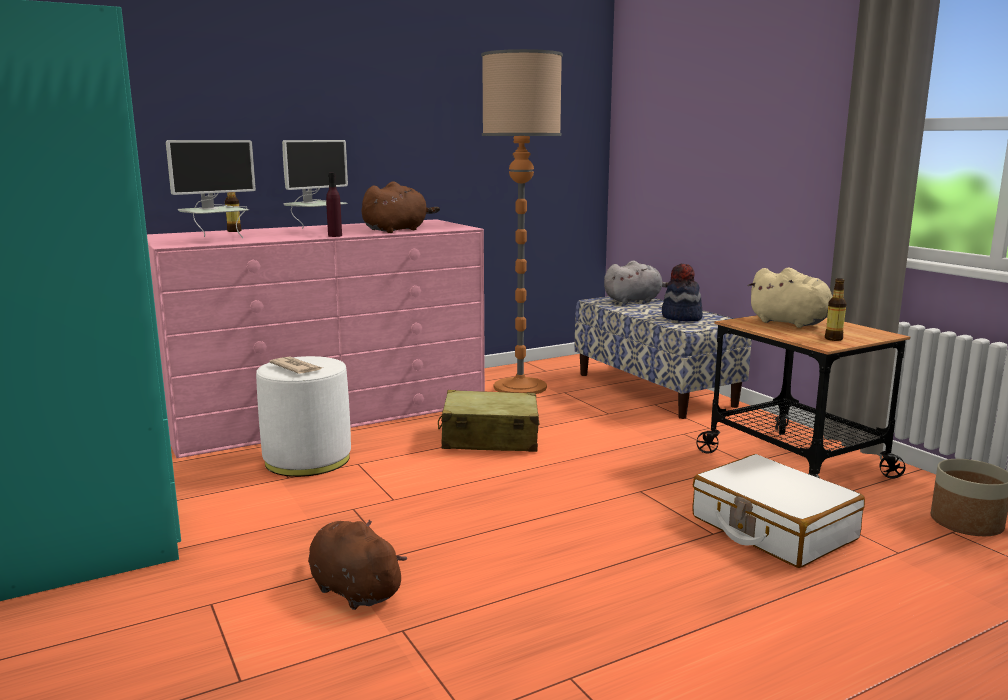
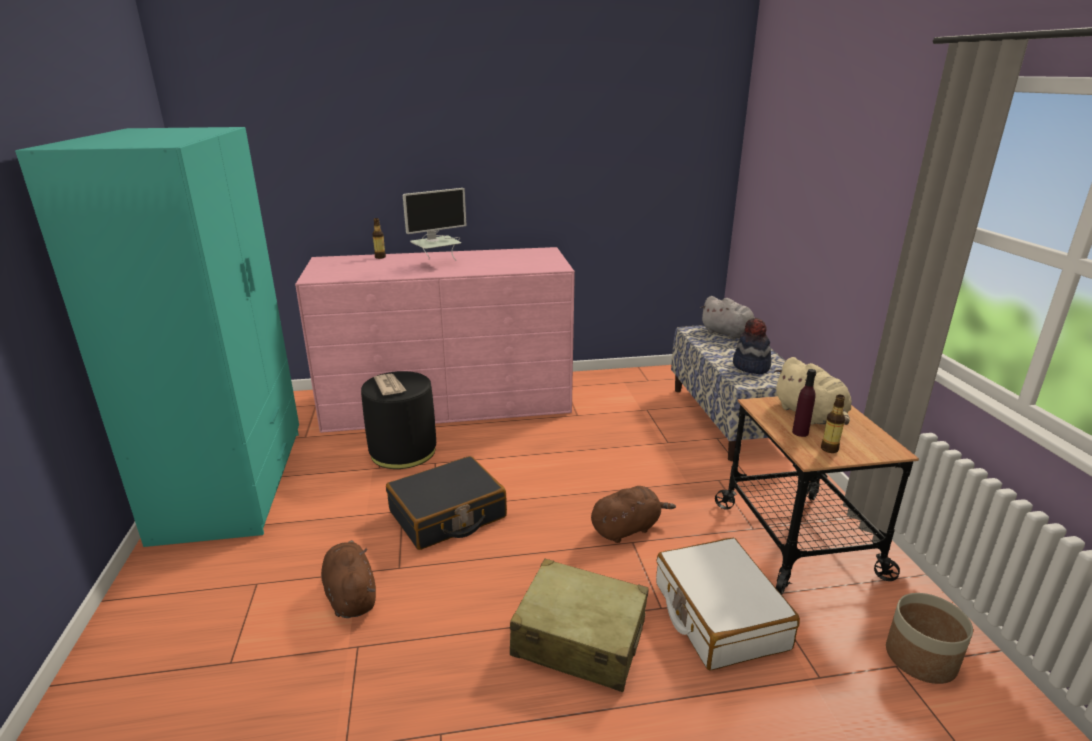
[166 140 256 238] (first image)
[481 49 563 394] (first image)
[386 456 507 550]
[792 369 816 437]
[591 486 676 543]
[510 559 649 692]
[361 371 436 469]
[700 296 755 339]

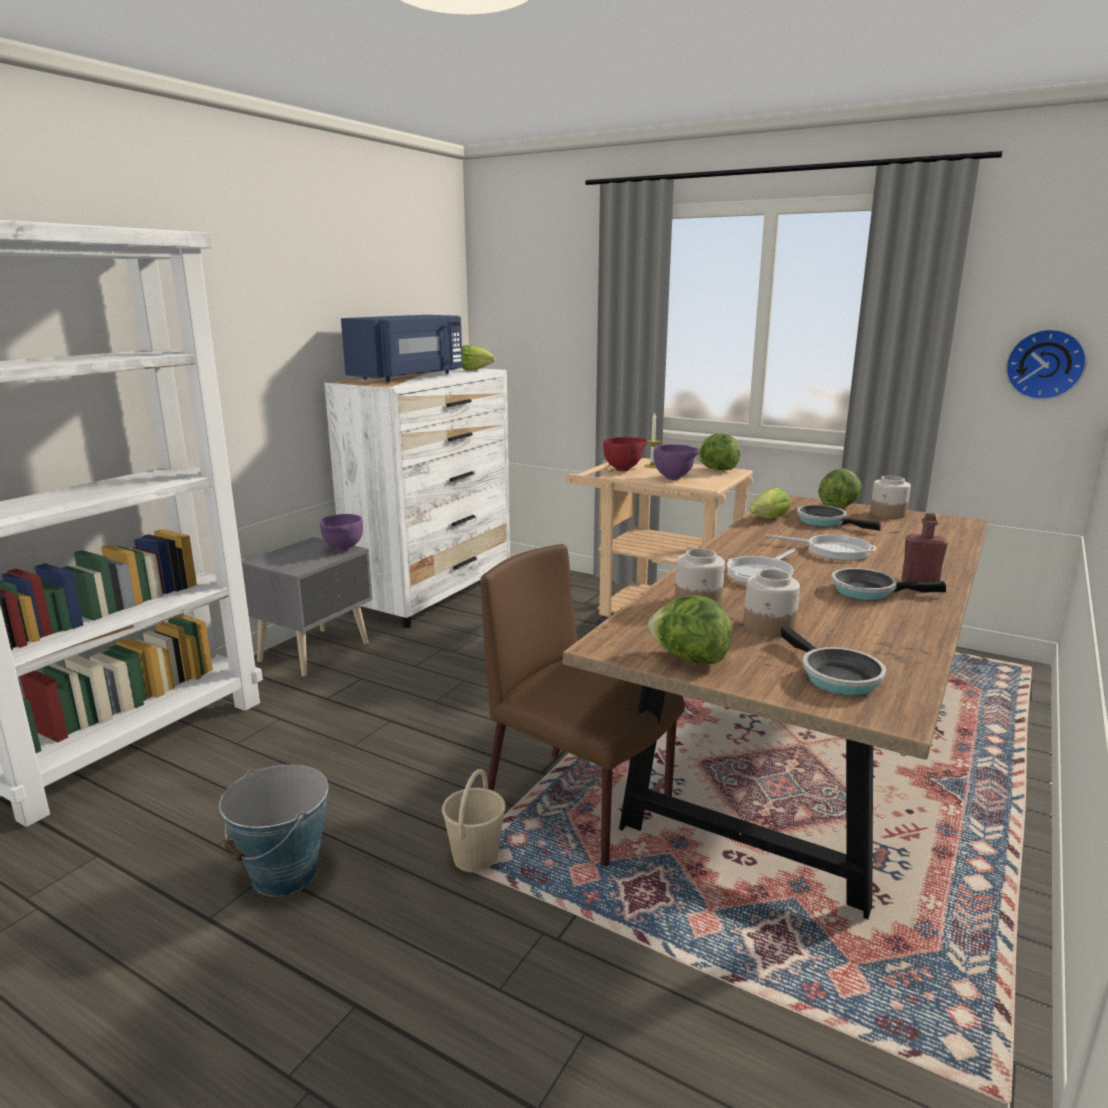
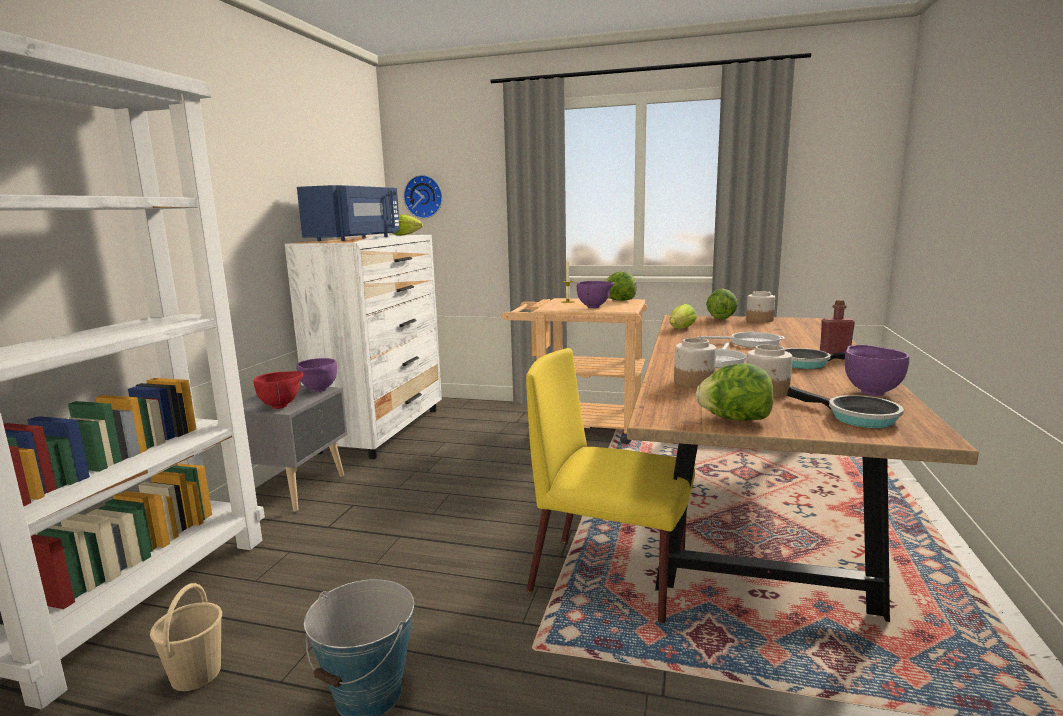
[797 505 881 531] (first image)
[845 345 909 396]
[150 583 222 691]
[254 371 303 409]
[403 175 442 219]
[526 348 695 623]

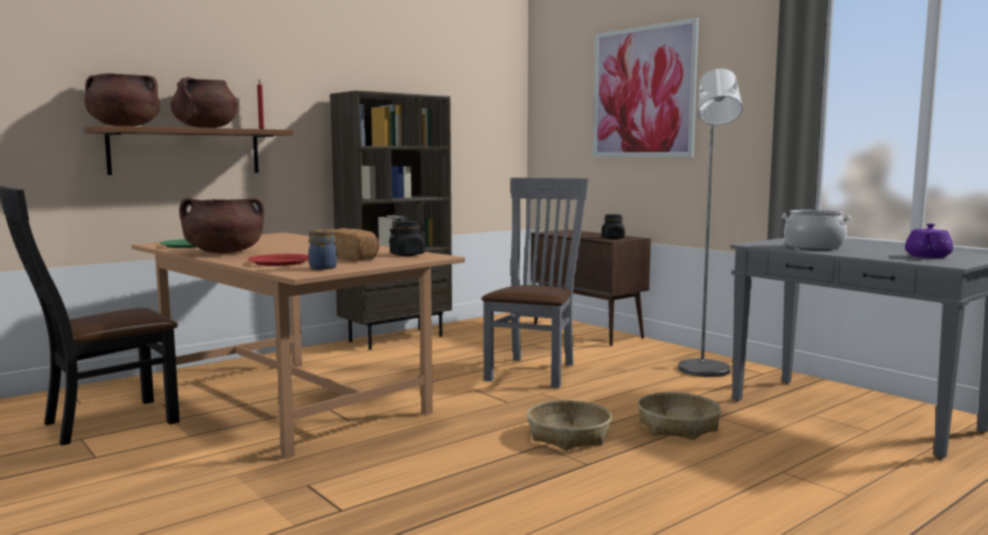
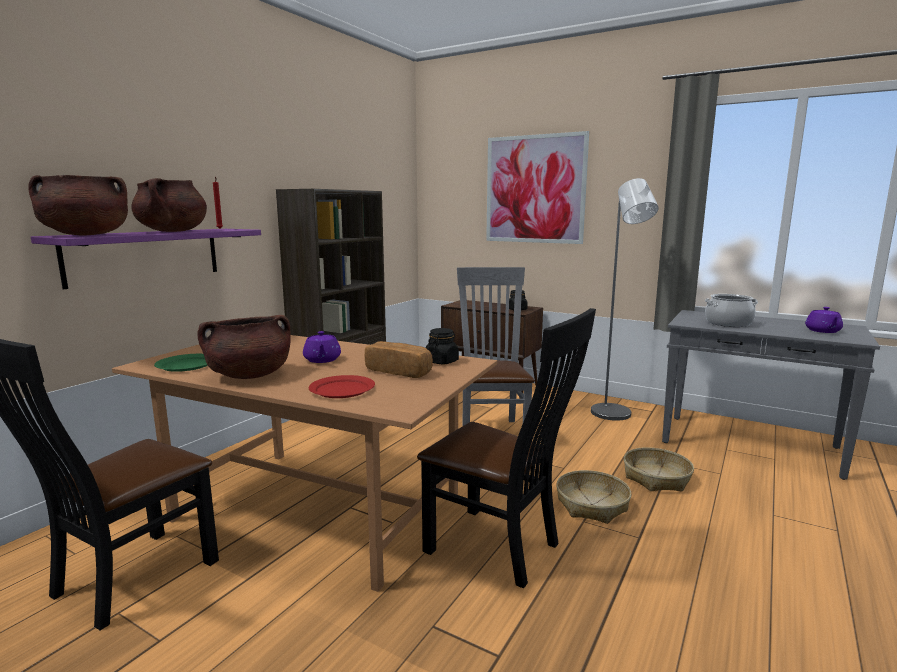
[309 229 337 270] (first image)
[303 331 341 363]
[417 308 596 589]
[31 229 261 290]

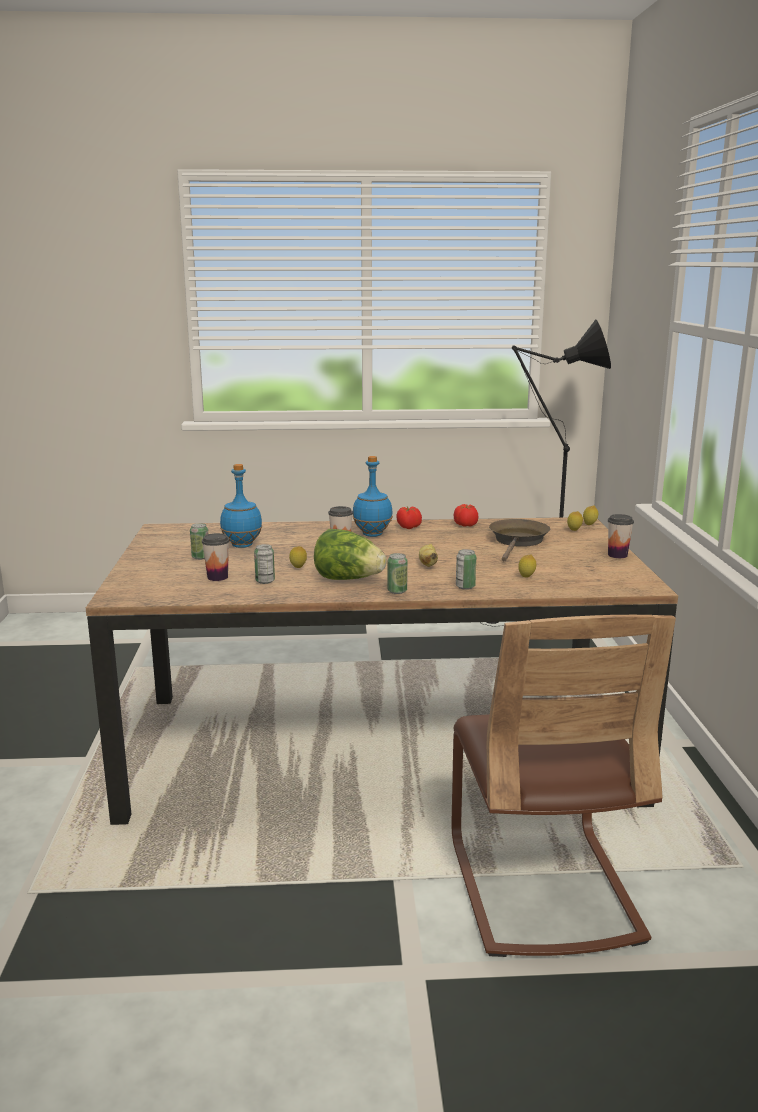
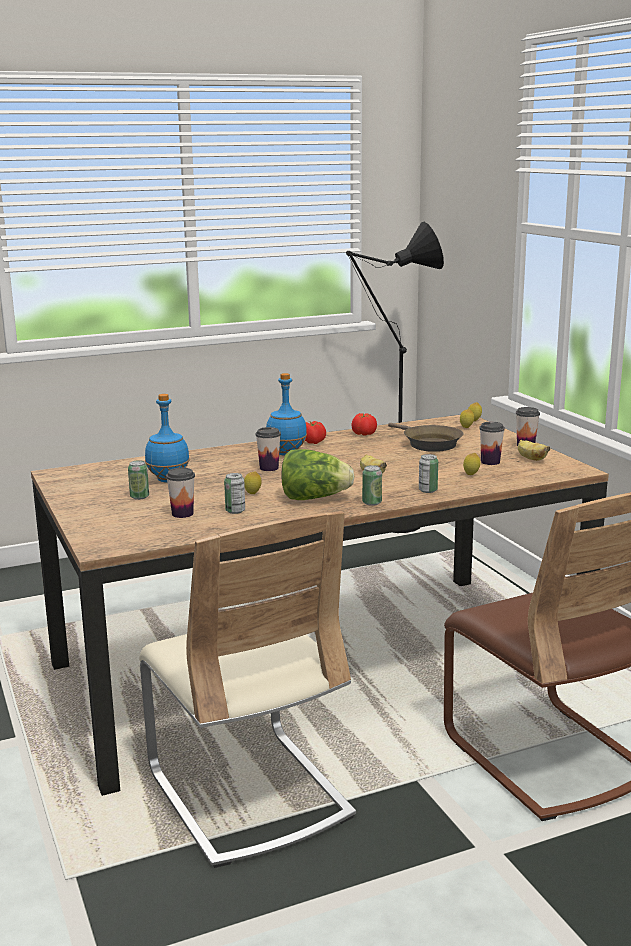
[139 511 356 868]
[479 422 505 465]
[518 440 550 461]
[388 423 464 452]

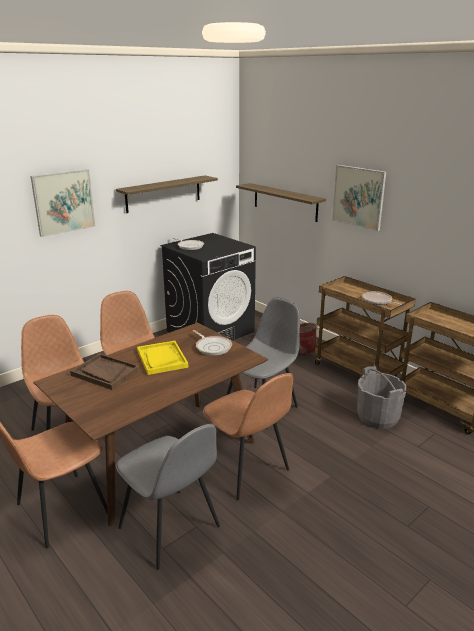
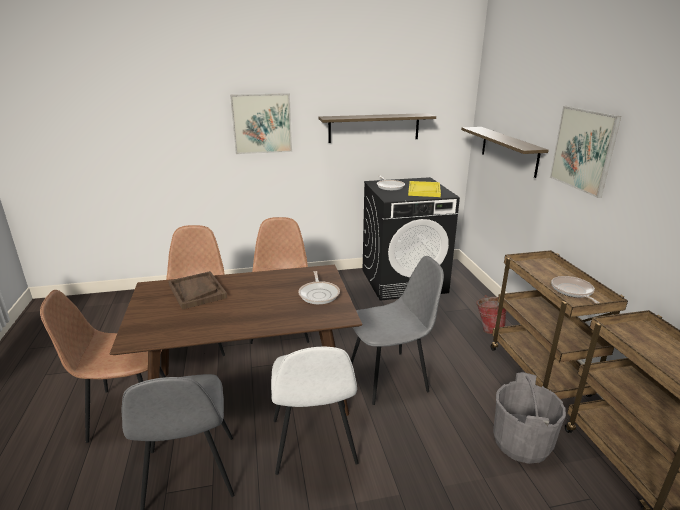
[408 181 441 197]
[271 347 359 475]

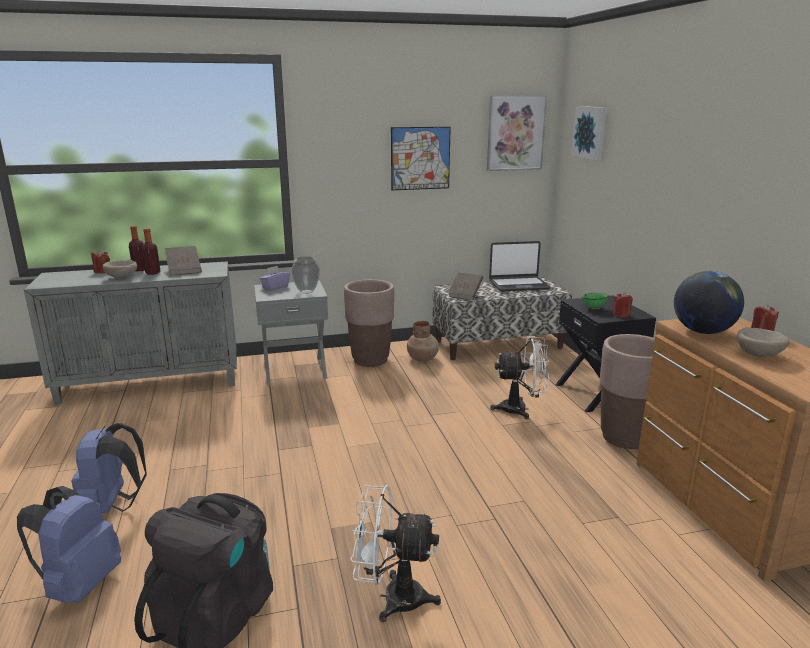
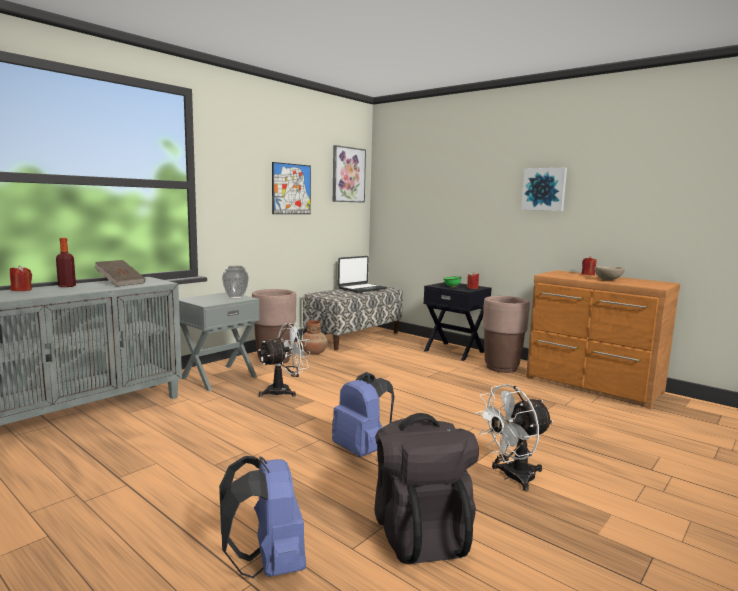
[103 260 137 278] (first image)
[142 228 161 275] (first image)
[259 266 290 290] (first image)
[448 272 483 300] (first image)
[674 271 744 334] (first image)
[332 372 394 457]
[259 323 311 397]
[521 168 567 211]

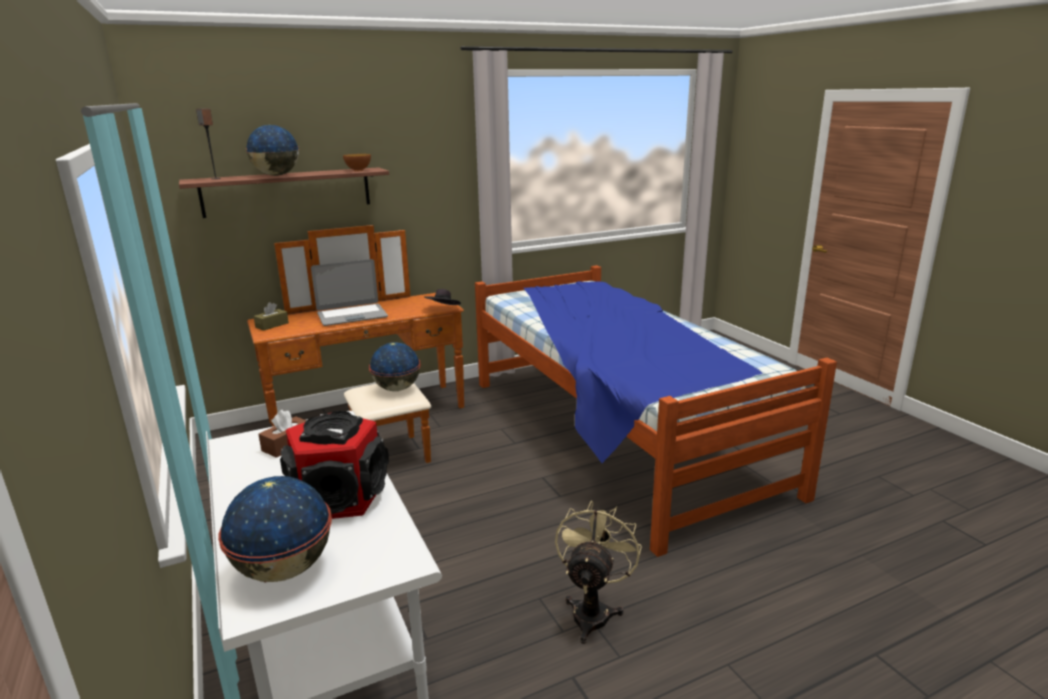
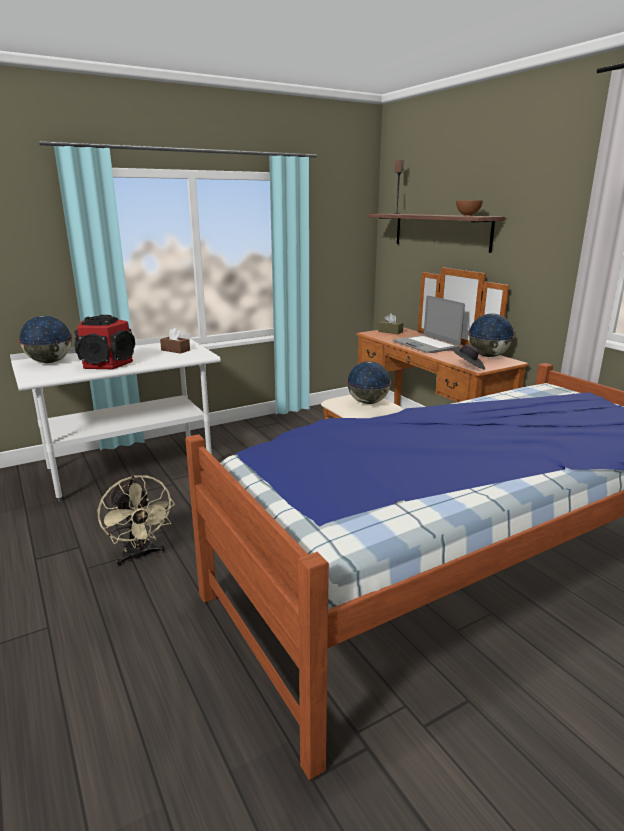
[468 314 515 357]
[98 475 175 566]

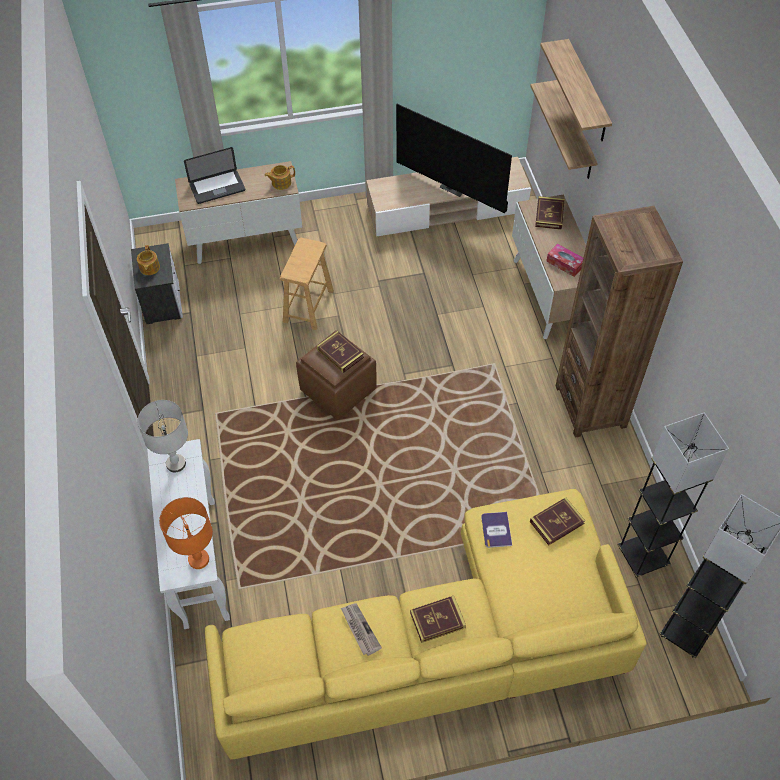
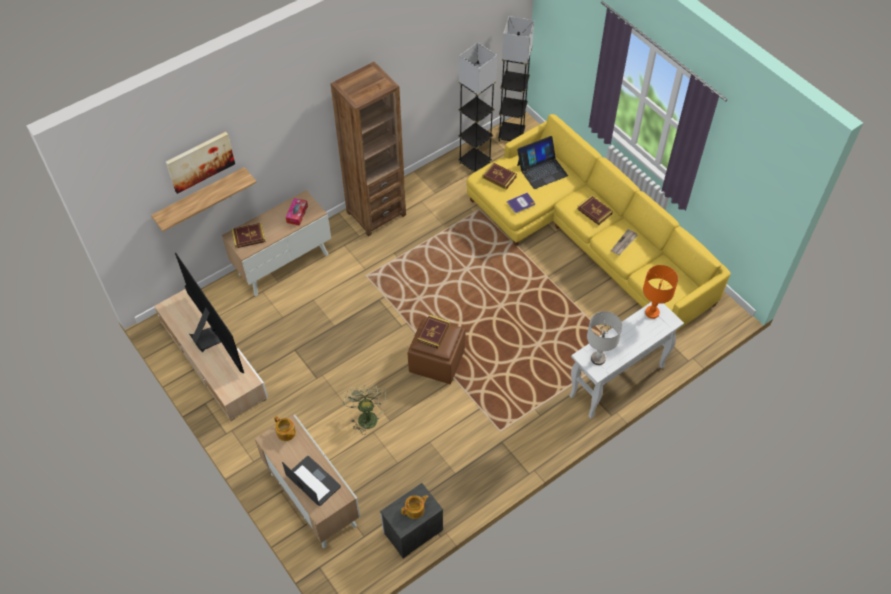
[517 136 568 189]
[343 385 387 435]
[166 132 235 194]
[175 253 244 373]

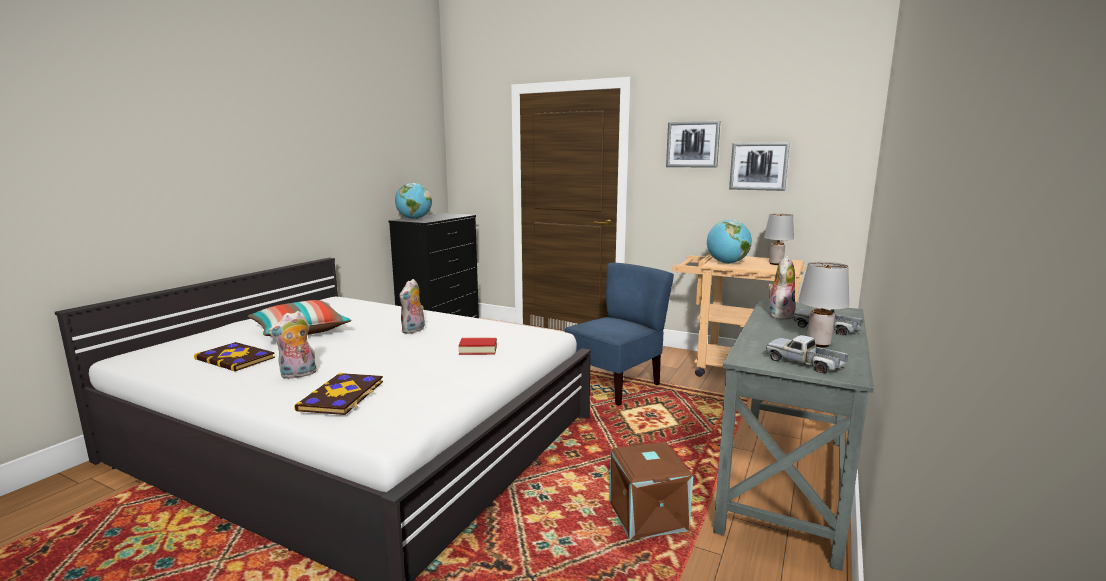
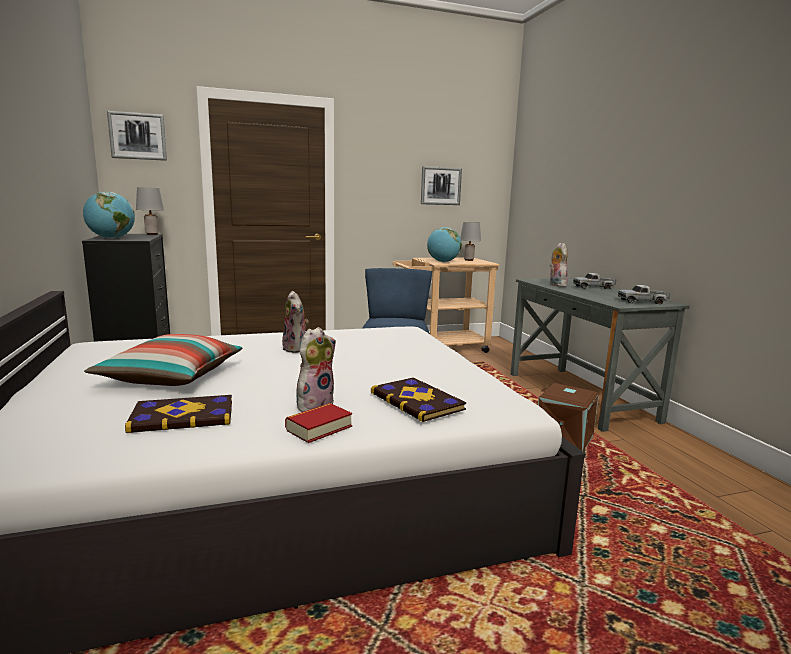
[285 403 352 443]
[107 111 167 161]
[136 187 164 235]
[297 327 336 412]

